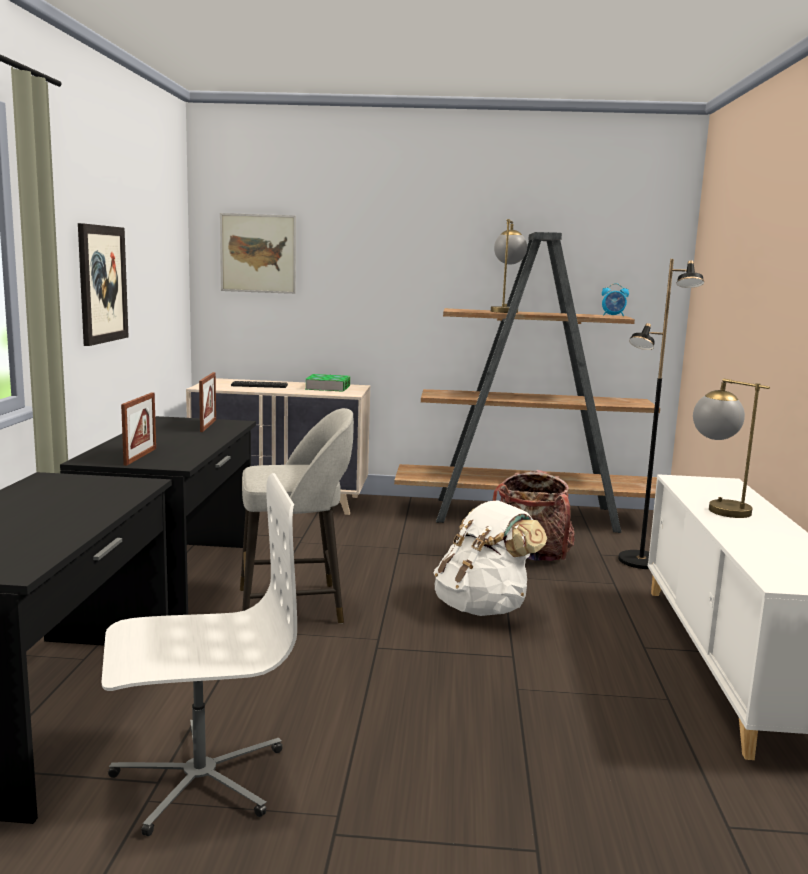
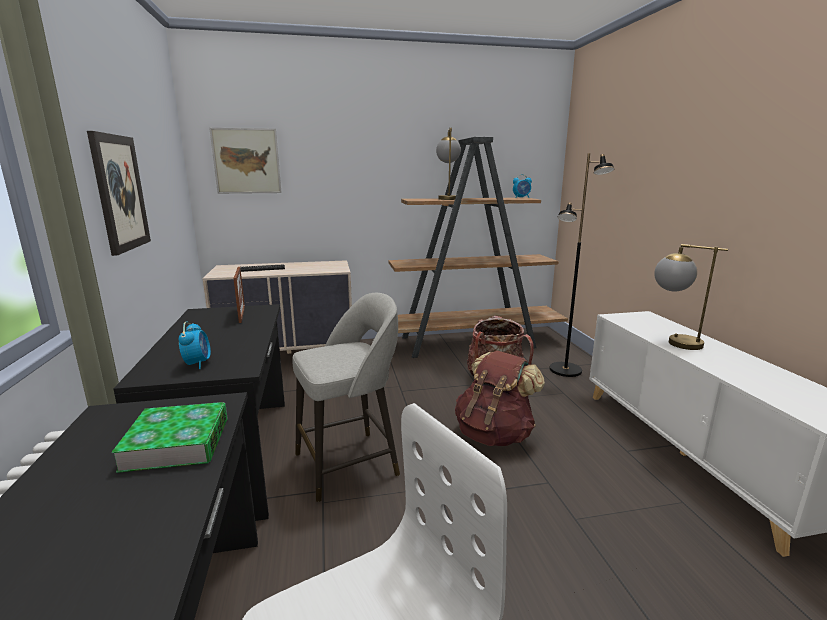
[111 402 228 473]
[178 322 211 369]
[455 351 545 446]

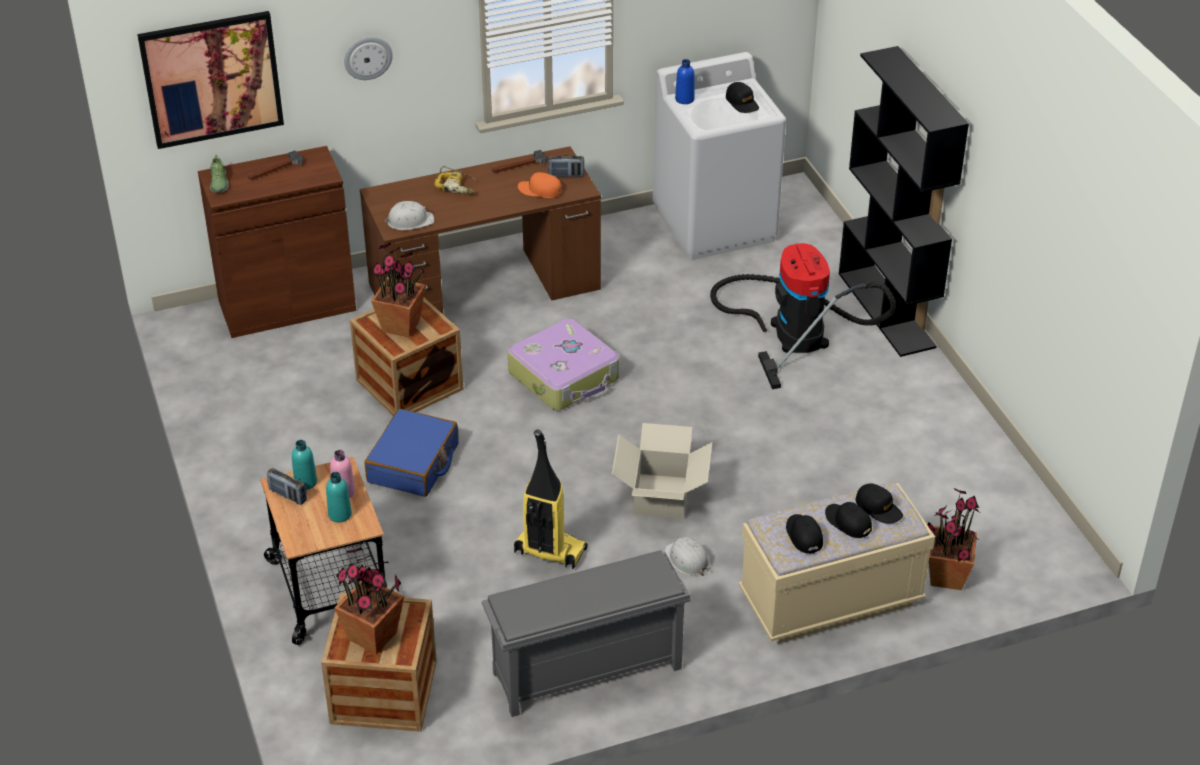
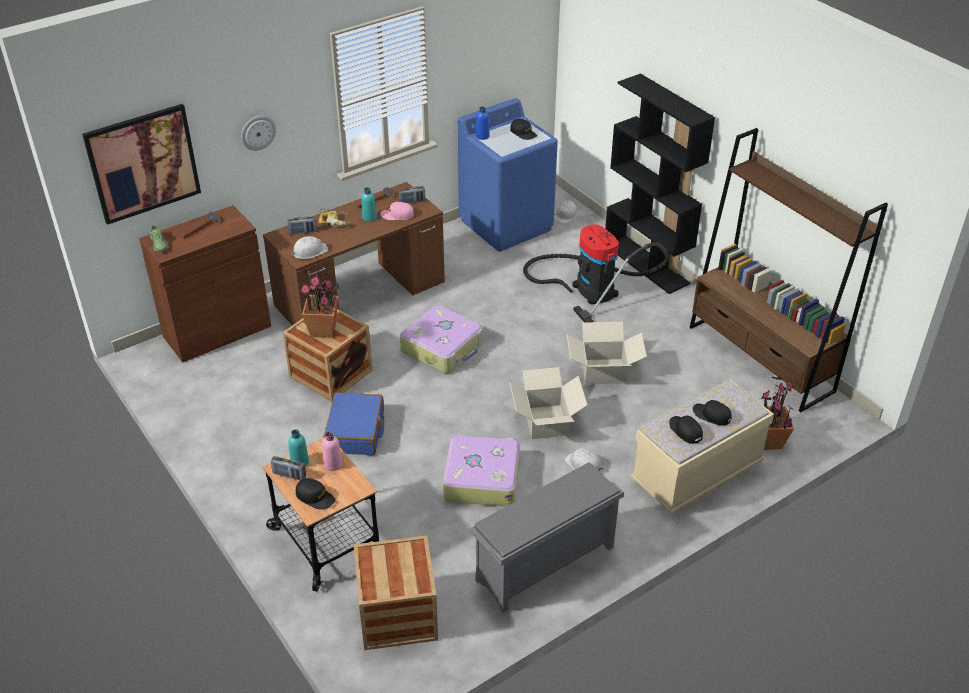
[334 548 404 654] (first image)
[288 216 316 235]
[554 200 578 223]
[567 322 647 384]
[690 128 888 413]
[361 187 377 222]
[296 478 335 509]
[443 434 520 506]
[380 202 414 220]
[458 98 558 252]

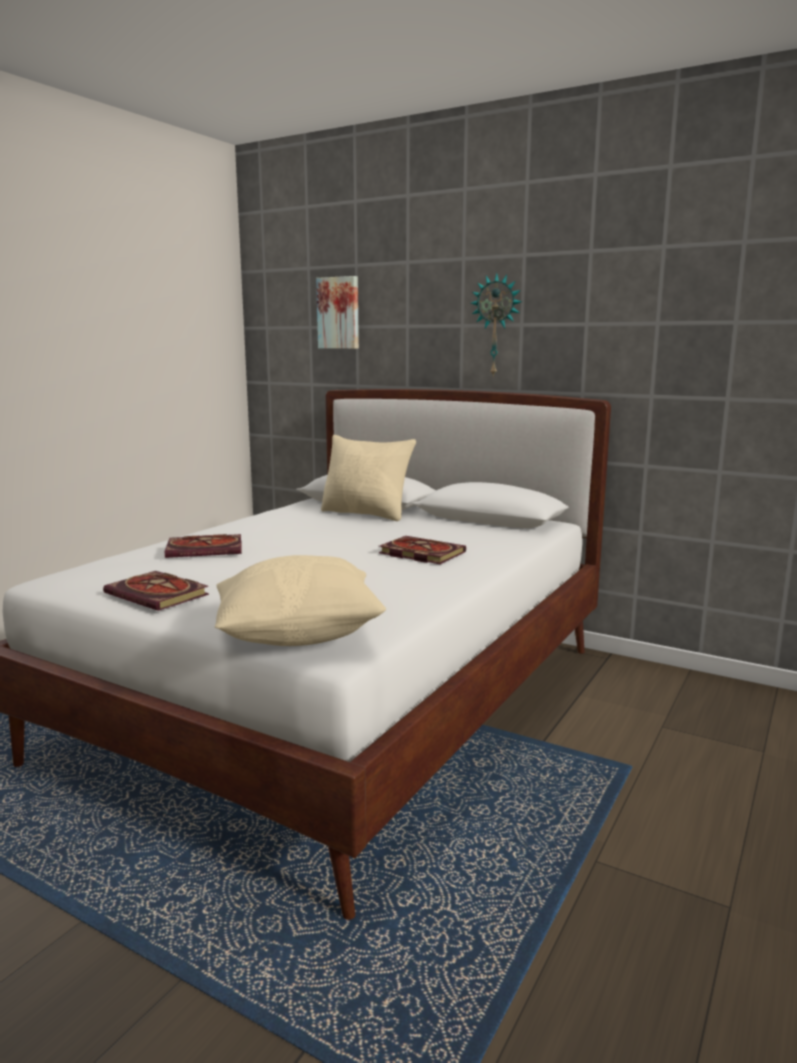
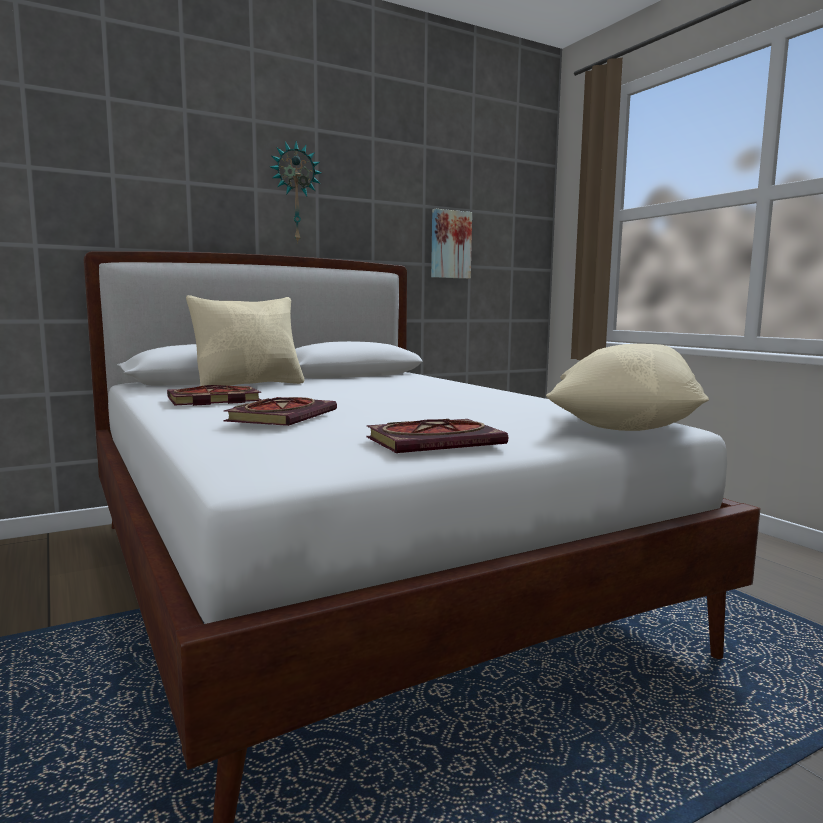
[431 209 472 279]
[167 385 261 406]

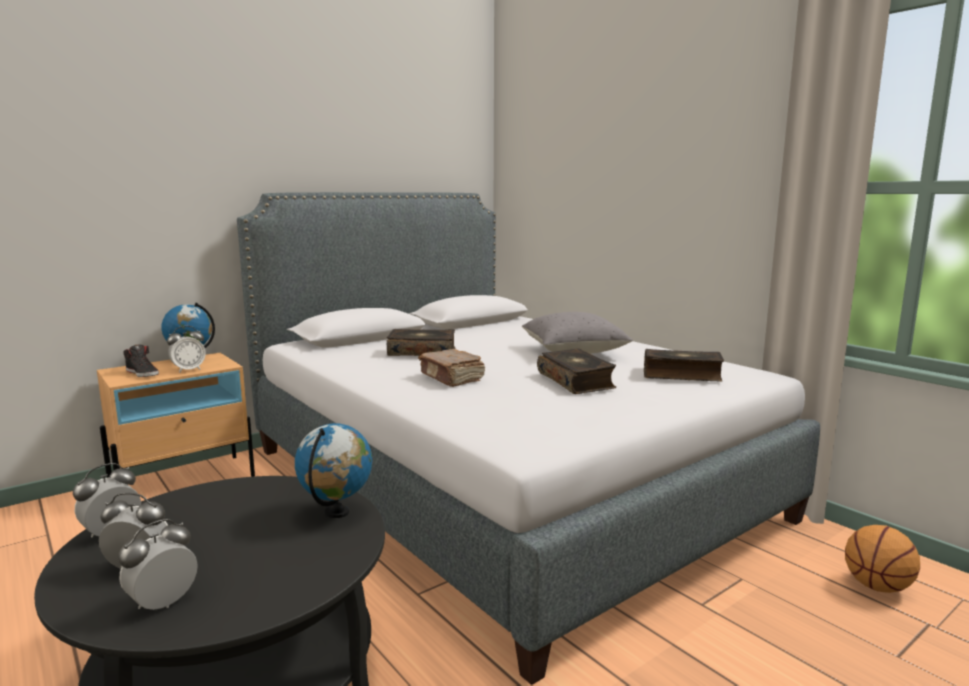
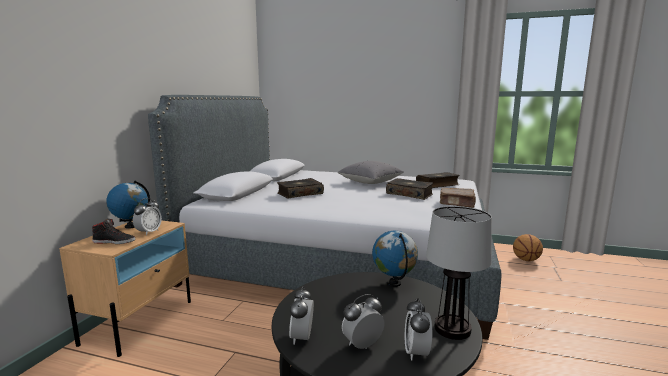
[426 206 492 340]
[440 188 476 208]

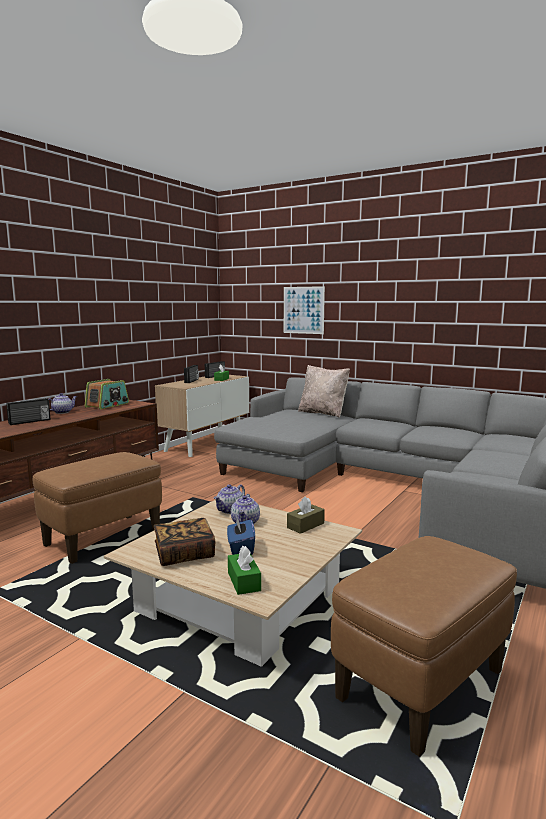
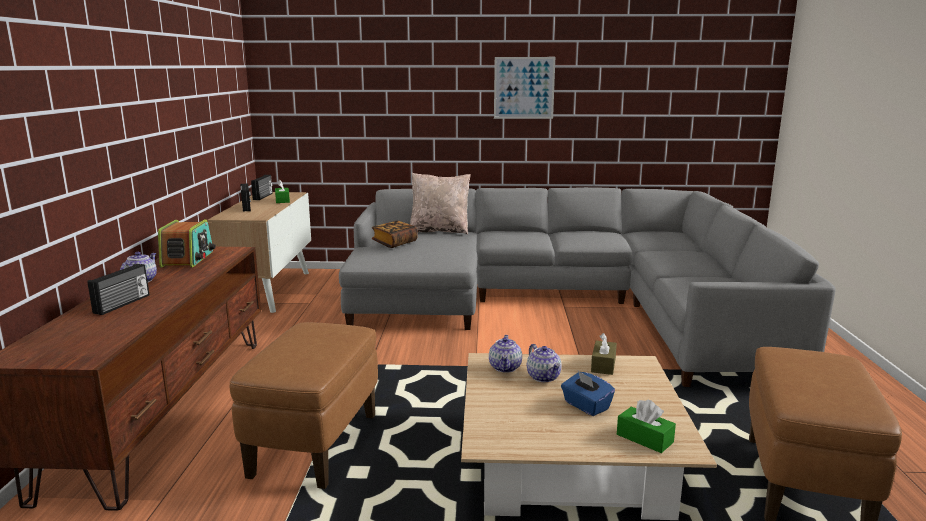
[372 221 418 248]
[494 57 555 119]

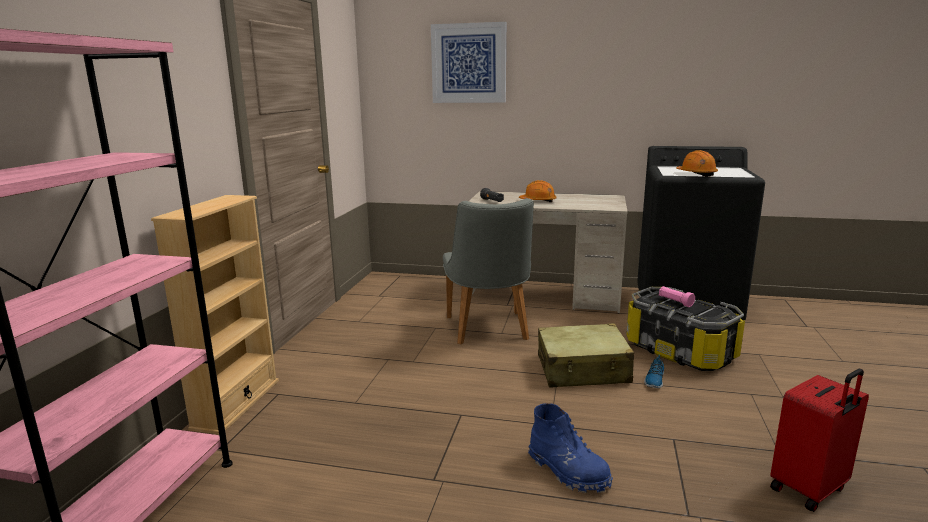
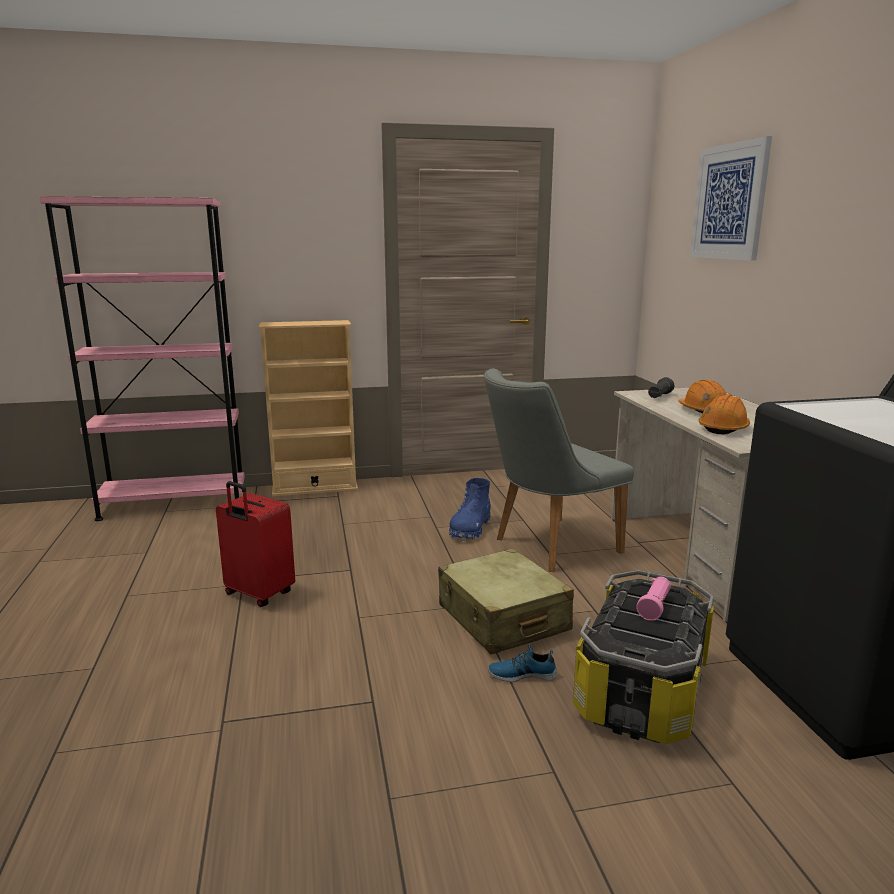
[449 478 491 541]
[699 394 750 434]
[216 481 295 607]

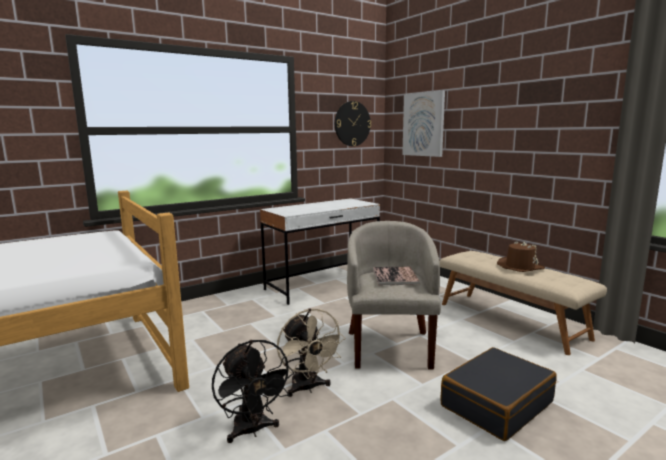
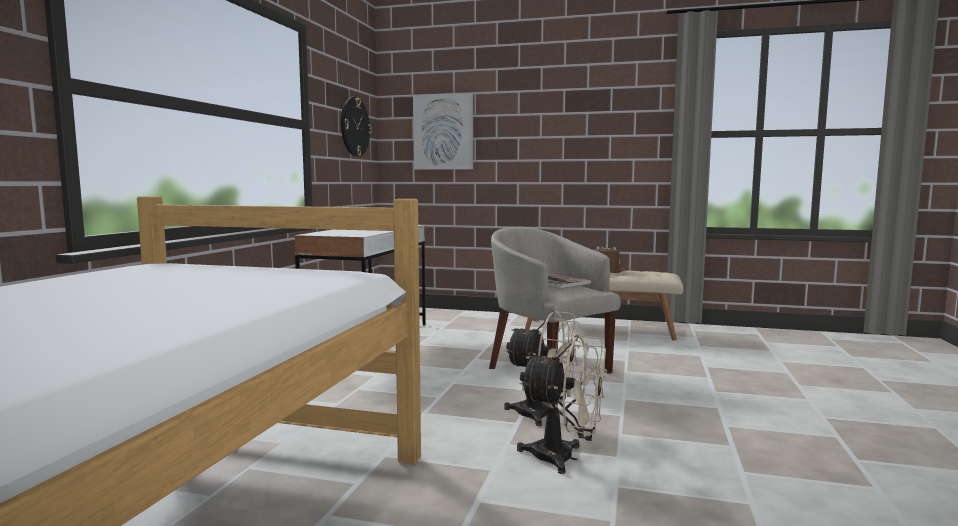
[441 347 557 441] (first image)
[517 335 607 474]

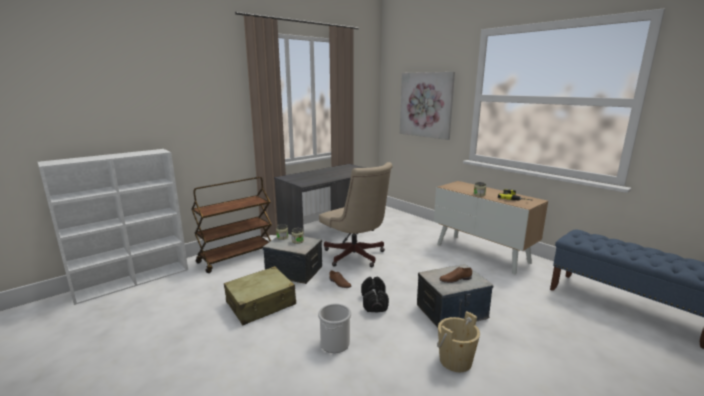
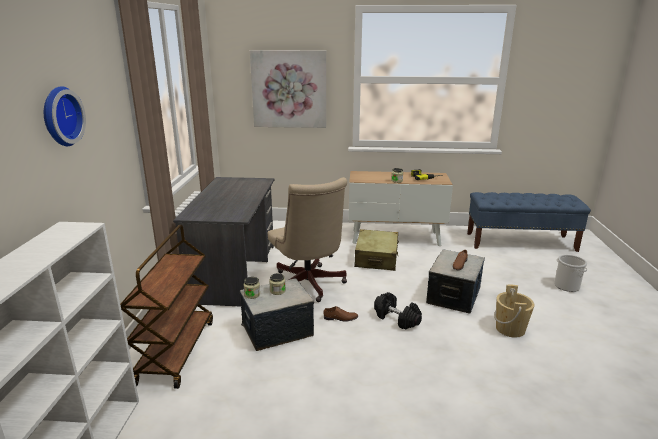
[44 86 86 146]
[354 229 399 271]
[554 255 587 292]
[268 177 347 302]

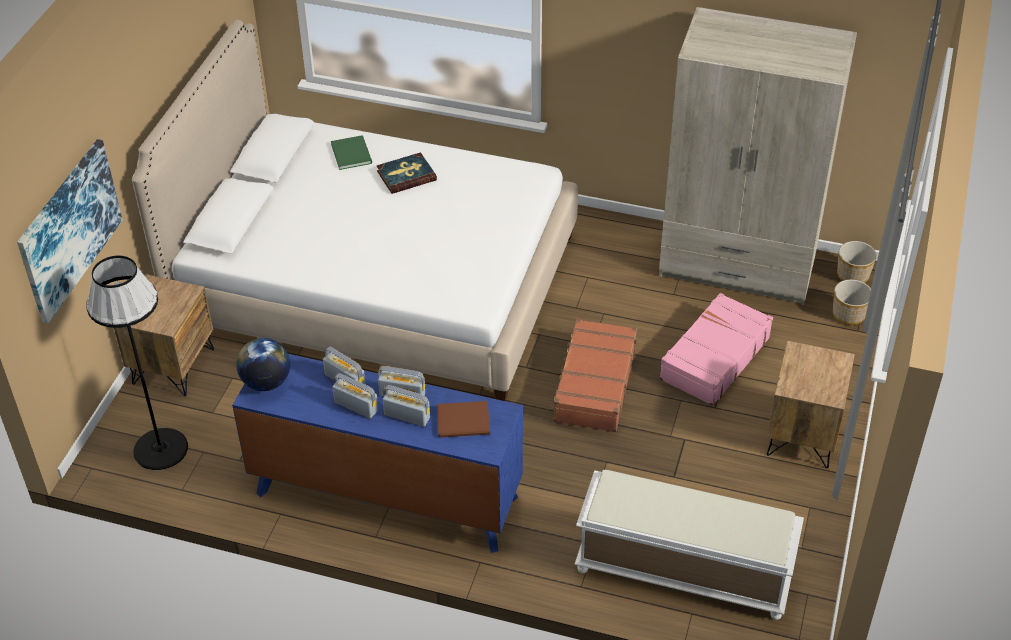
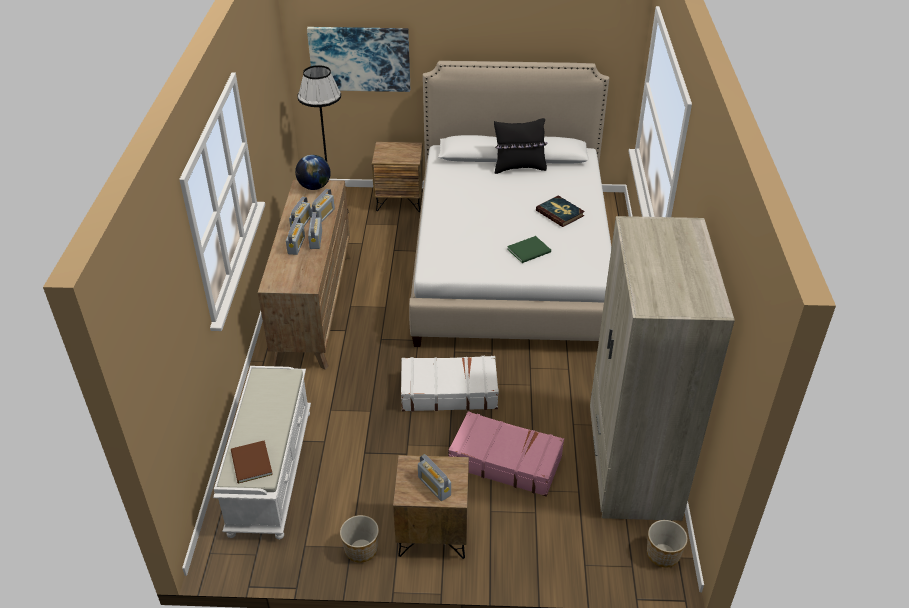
[418 454 451 501]
[494 118 547 174]
[507 236 551 263]
[231 440 273 483]
[340 515 379 563]
[258 180 351 370]
[401 356 499 412]

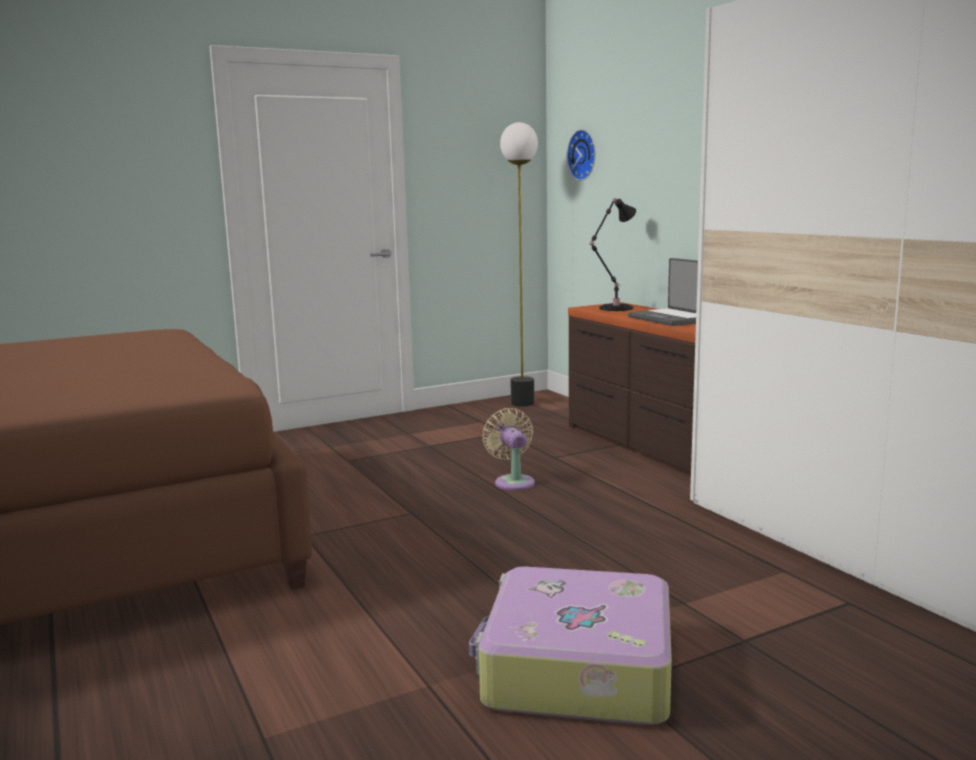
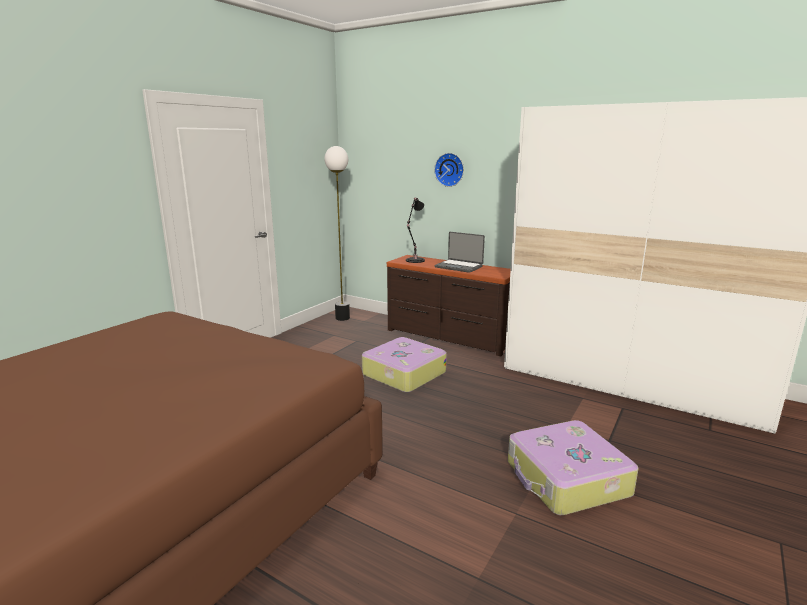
[434 153 464 187]
[362 337 447 393]

